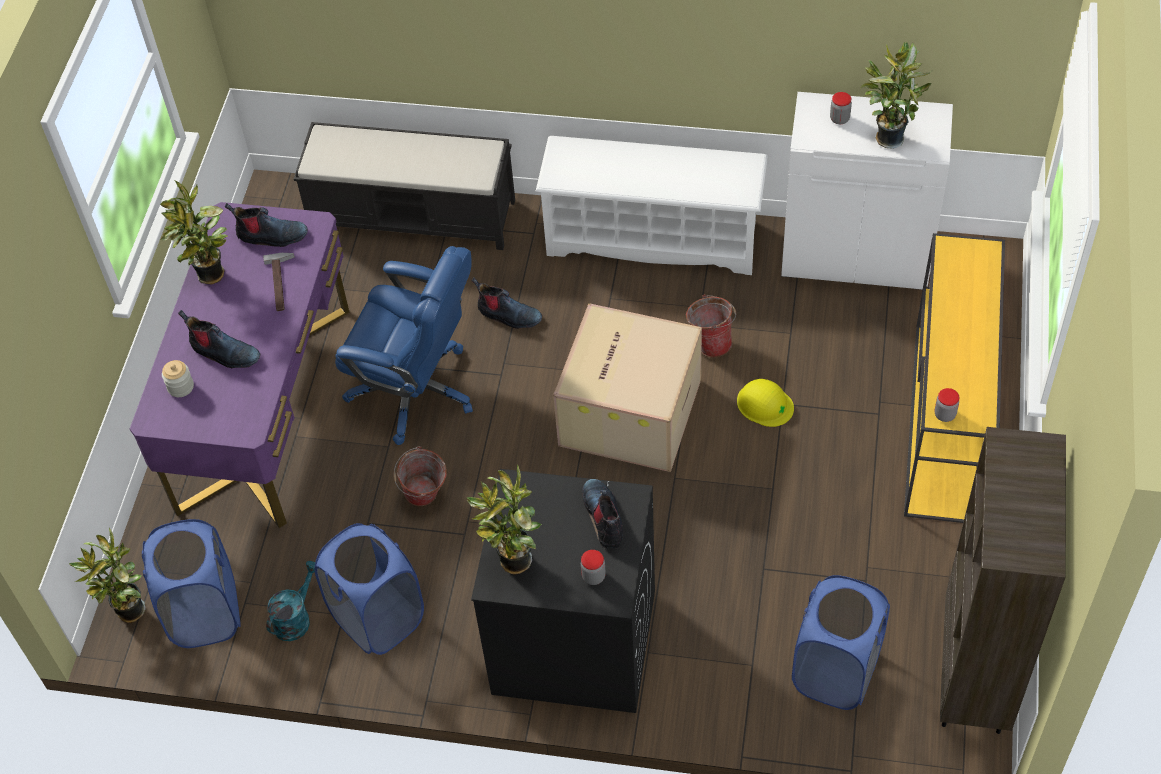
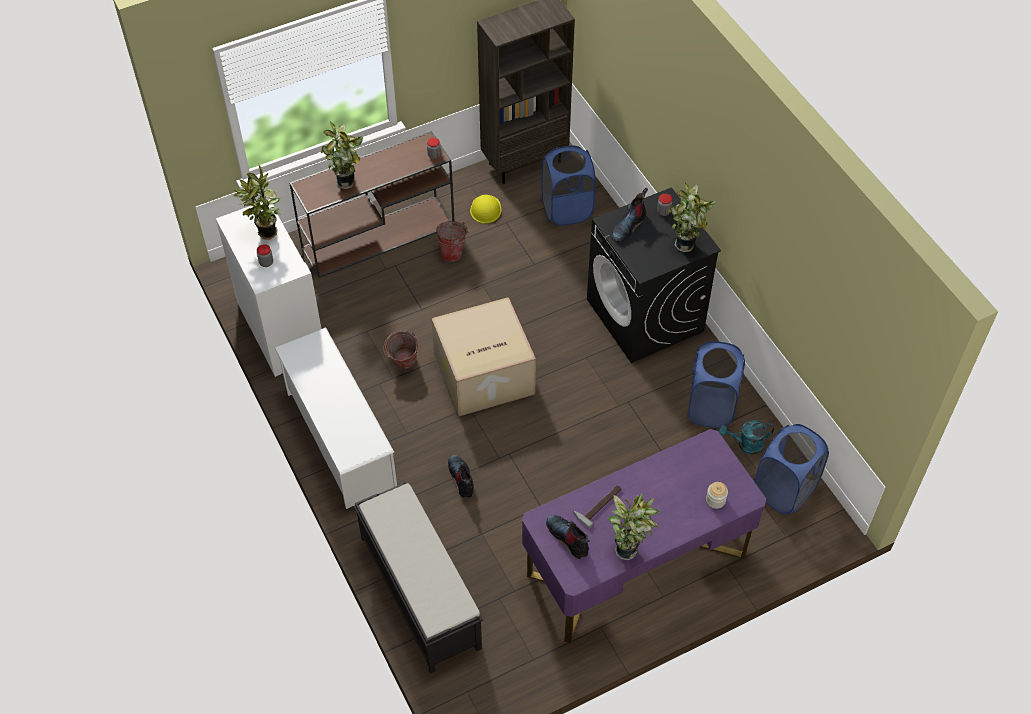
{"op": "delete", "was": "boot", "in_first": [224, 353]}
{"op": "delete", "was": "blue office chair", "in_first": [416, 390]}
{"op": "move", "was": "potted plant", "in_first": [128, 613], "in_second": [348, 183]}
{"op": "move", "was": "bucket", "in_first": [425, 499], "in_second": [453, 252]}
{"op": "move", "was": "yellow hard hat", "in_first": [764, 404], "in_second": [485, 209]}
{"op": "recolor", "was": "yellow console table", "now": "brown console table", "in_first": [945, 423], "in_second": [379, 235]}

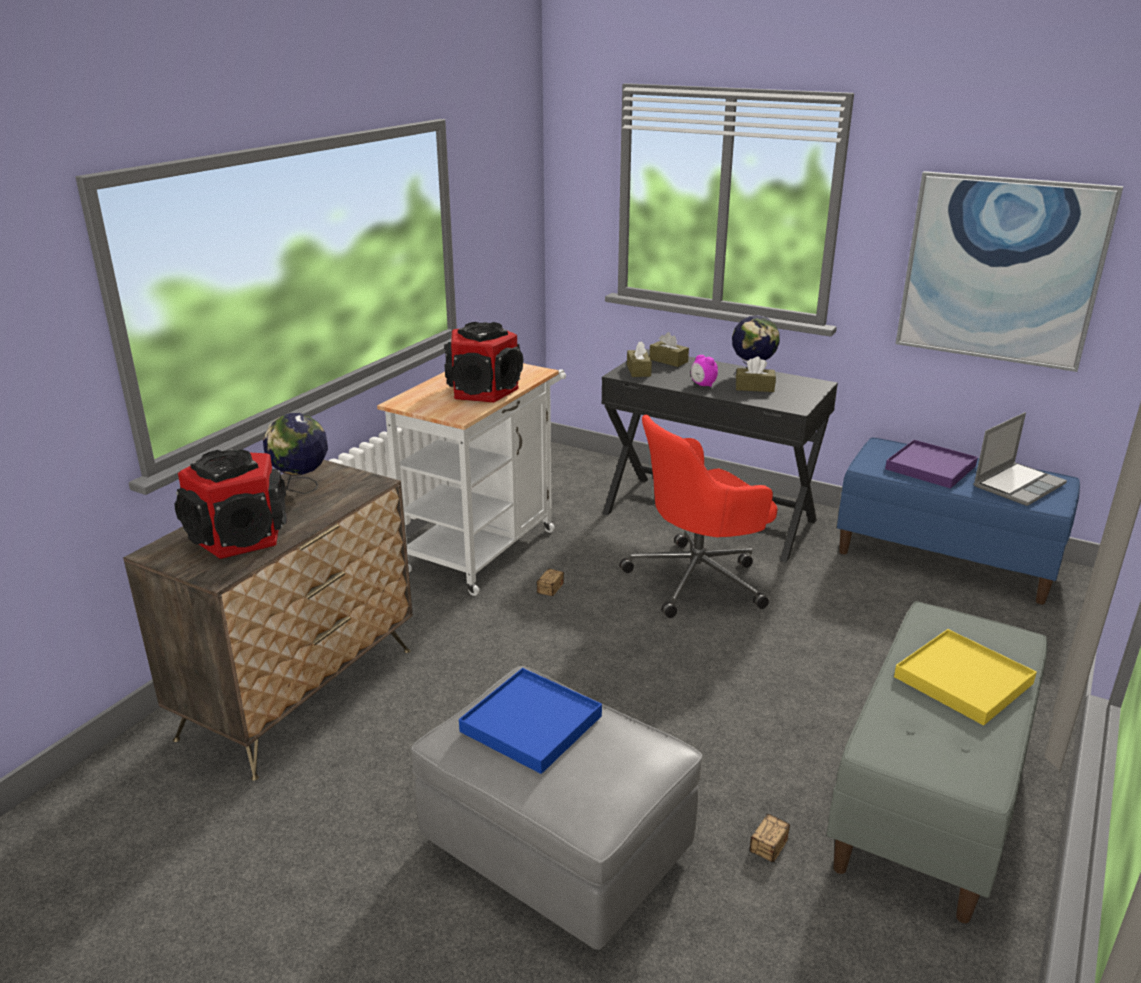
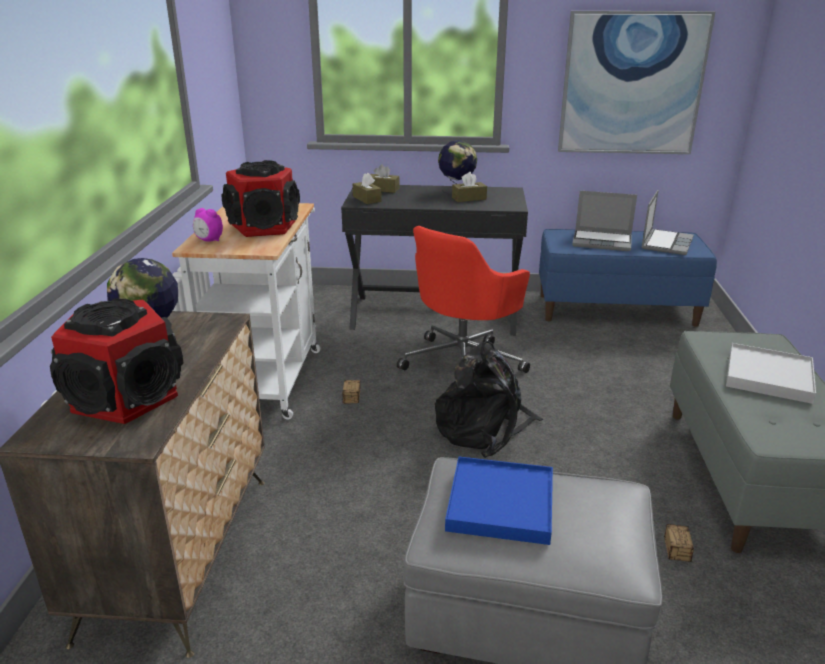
{"op": "insert", "now": "black backpack", "in_second": [484, 428]}
{"op": "move", "was": "alarm clock", "in_first": [703, 385], "in_second": [209, 240]}
{"op": "replace", "was": "purple tray", "now": "laptop", "in_first": [931, 467], "in_second": [602, 242]}
{"op": "recolor", "was": "yellow tray", "now": "white tray", "in_first": [963, 680], "in_second": [768, 376]}

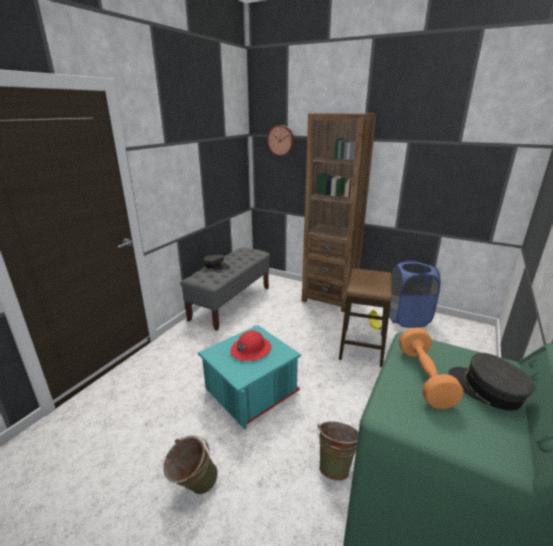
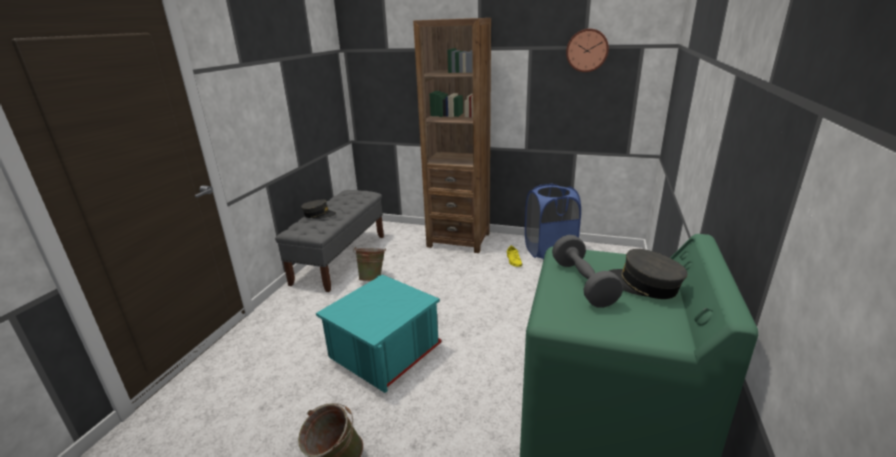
{"op": "delete", "was": "red hard hat", "in_first": [250, 349]}
{"op": "delete", "was": "stool", "in_first": [362, 346]}
{"op": "move", "was": "wall clock", "in_first": [281, 140], "in_second": [587, 50]}
{"op": "move", "was": "green bucket", "in_first": [336, 465], "in_second": [372, 278]}
{"op": "recolor", "was": "orange dumbbell", "now": "grey dumbbell", "in_first": [424, 377], "in_second": [583, 283]}

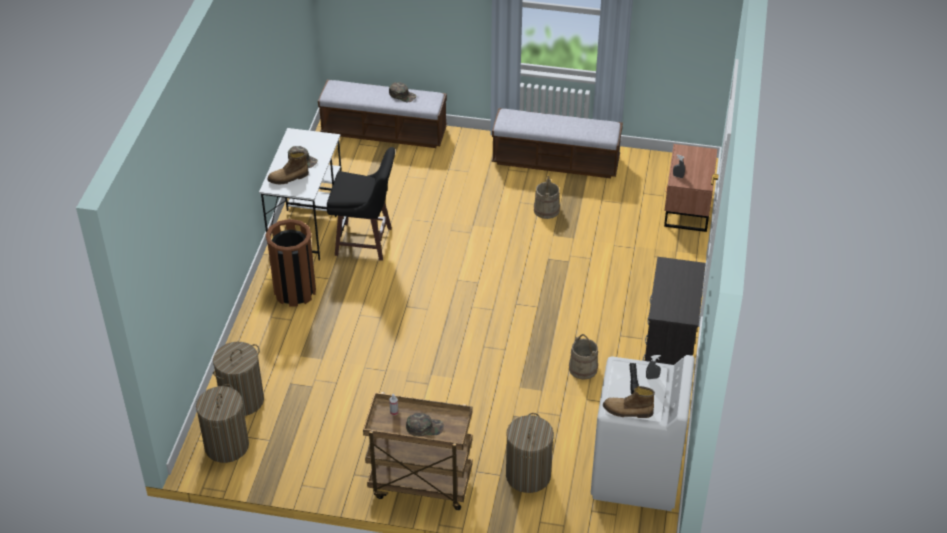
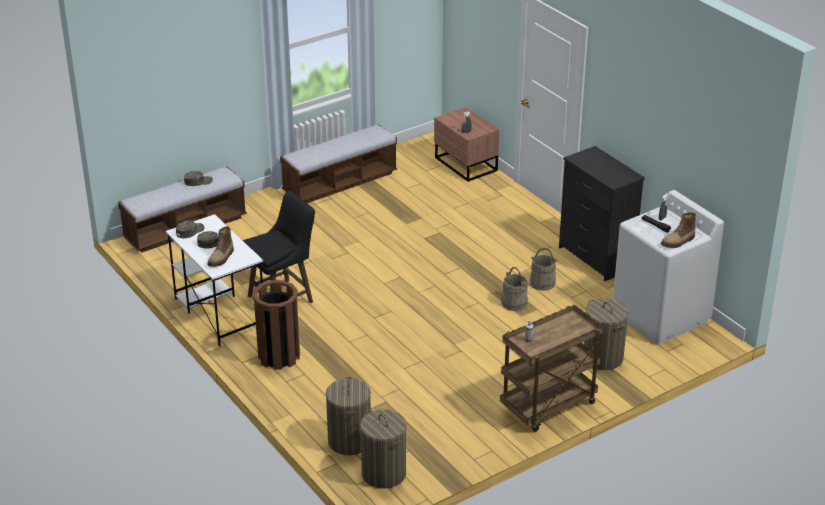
{"op": "move", "was": "green cap", "in_first": [424, 427], "in_second": [190, 231]}
{"op": "move", "was": "beige bucket", "in_first": [546, 210], "in_second": [514, 303]}

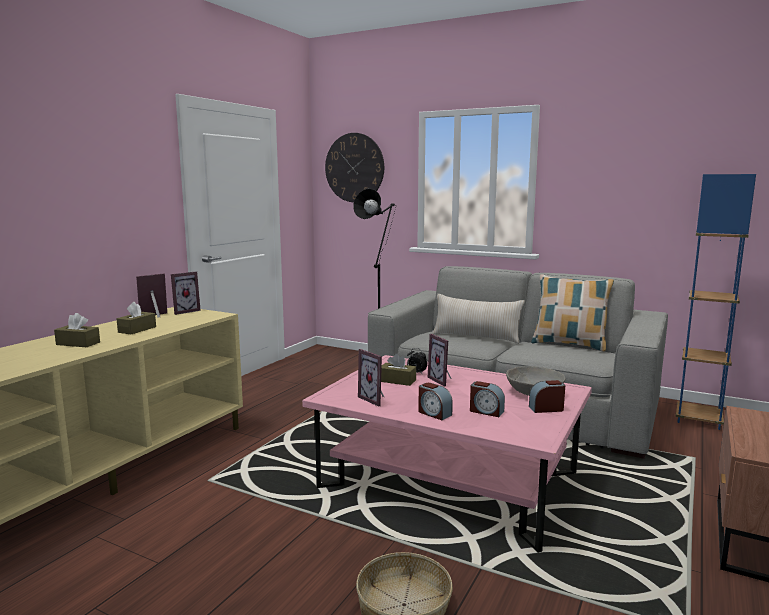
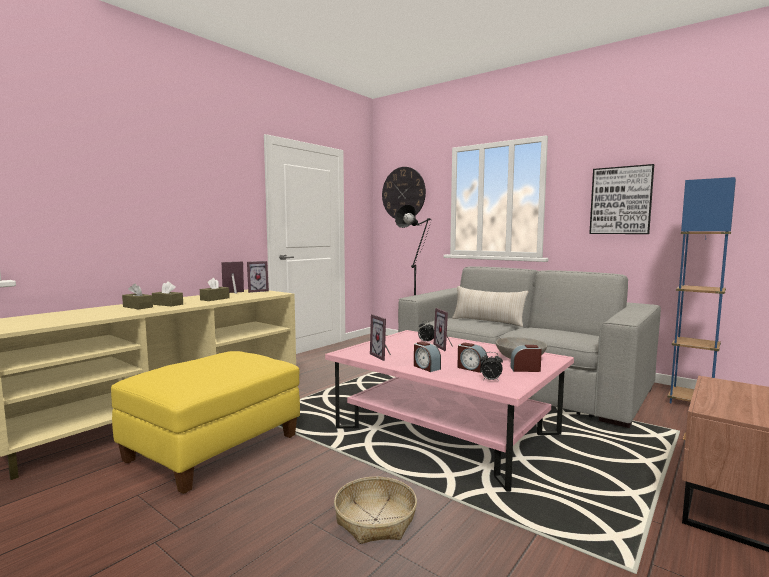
{"op": "delete", "was": "pillow", "in_first": [569, 344]}
{"op": "insert", "now": "yellow ottoman", "in_second": [213, 448]}
{"op": "insert", "now": "alarm clock", "in_second": [490, 380]}
{"op": "insert", "now": "picture", "in_second": [621, 200]}
{"op": "move", "was": "brown tissue box", "in_first": [397, 381], "in_second": [137, 307]}

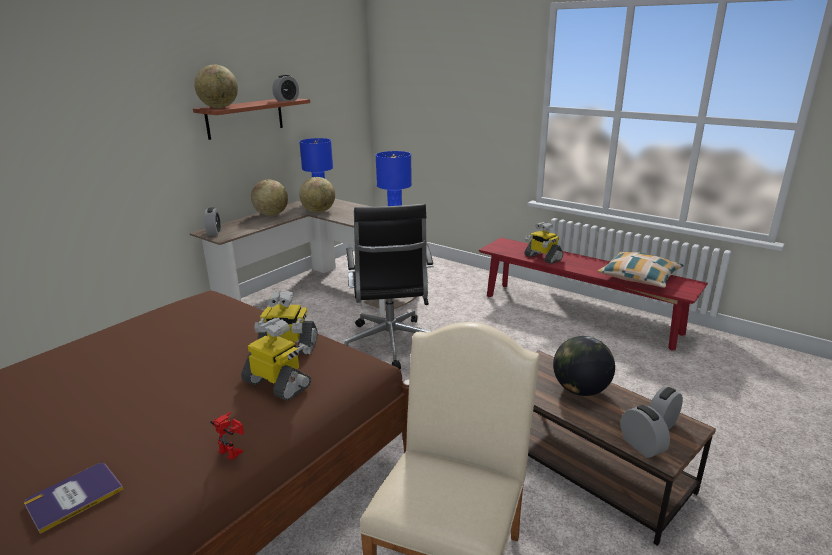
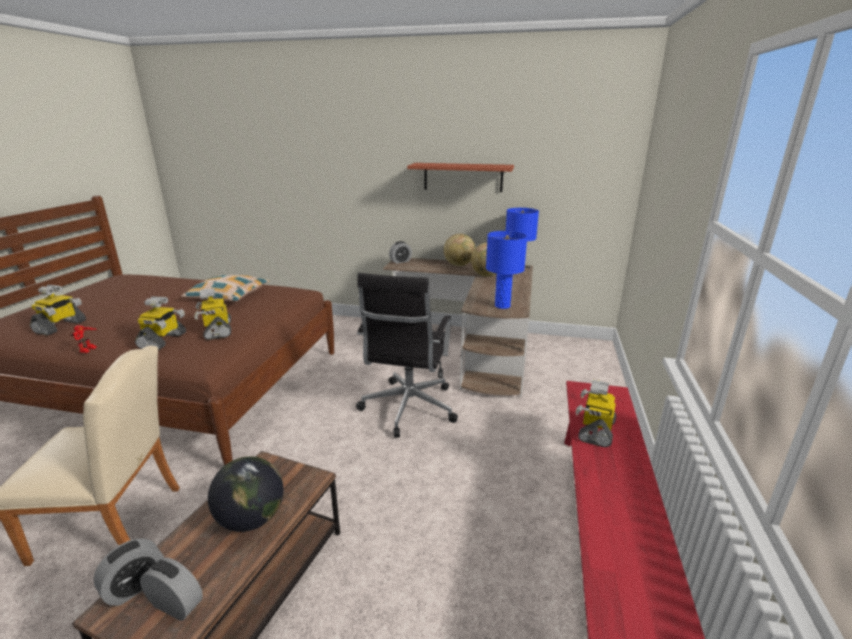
{"op": "delete", "was": "globe", "in_first": [219, 107]}
{"op": "delete", "was": "alarm clock", "in_first": [286, 100]}
{"op": "move", "was": "pillow", "in_first": [639, 277], "in_second": [228, 296]}
{"op": "replace", "was": "book", "now": "toy robot", "in_first": [74, 496], "in_second": [60, 327]}
{"op": "rotate", "was": "black office chair", "in_first": [391, 345], "in_second": [408, 409], "clockwise": -45}

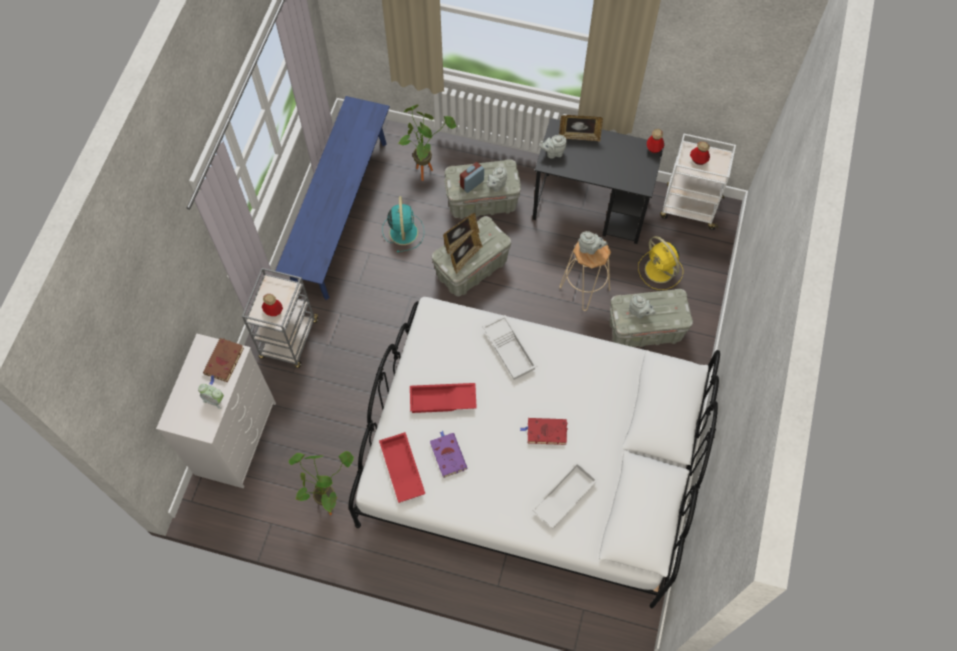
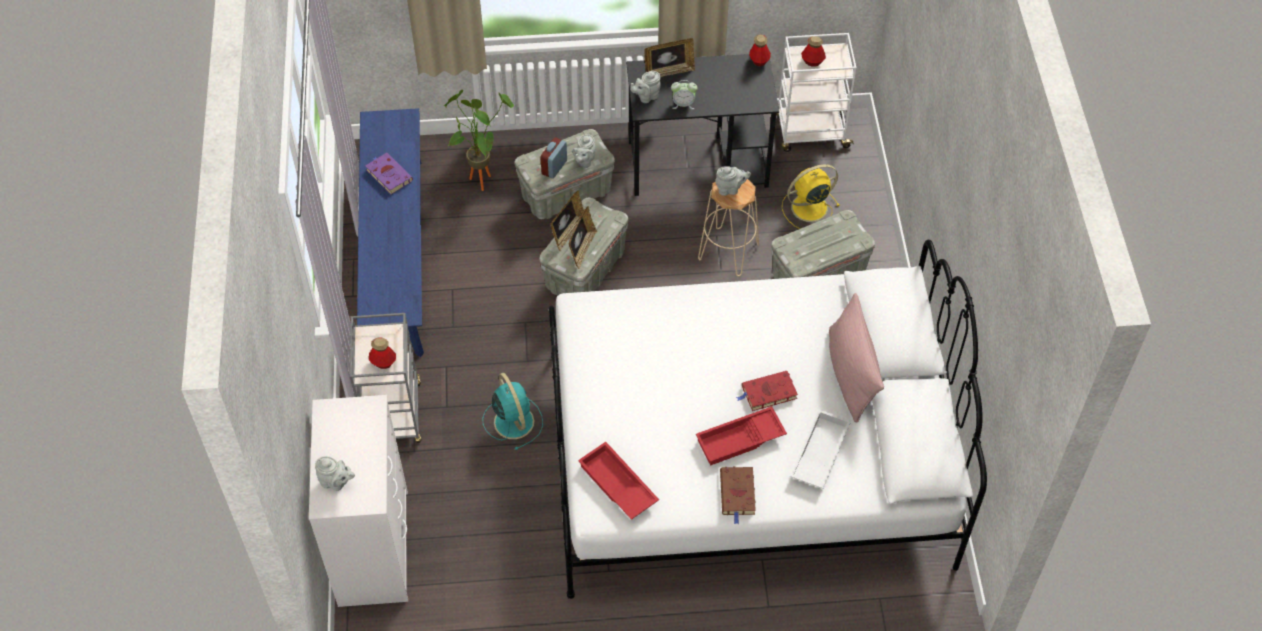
{"op": "delete", "was": "potted plant", "in_first": [328, 499]}
{"op": "delete", "was": "white tray", "in_first": [510, 349]}
{"op": "insert", "now": "pink pillow", "in_second": [850, 373]}
{"op": "move", "was": "alarm clock", "in_first": [214, 400], "in_second": [683, 104]}
{"op": "move", "was": "brown book", "in_first": [223, 362], "in_second": [738, 494]}
{"op": "move", "was": "turquoise fan", "in_first": [403, 231], "in_second": [513, 420]}
{"op": "move", "was": "red tray", "in_first": [442, 401], "in_second": [740, 441]}
{"op": "move", "was": "purple book", "in_first": [447, 455], "in_second": [388, 175]}
{"op": "move", "was": "grey teapot", "in_first": [639, 312], "in_second": [336, 482]}
{"op": "rotate", "was": "yellow fan", "in_first": [660, 271], "in_second": [808, 208], "clockwise": 120}

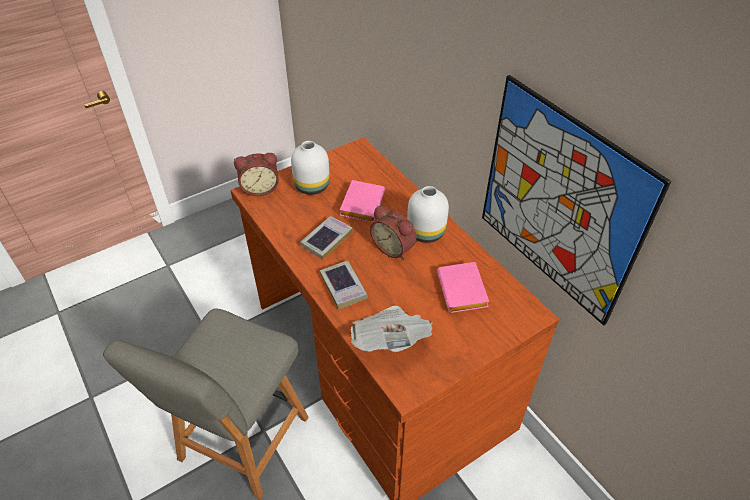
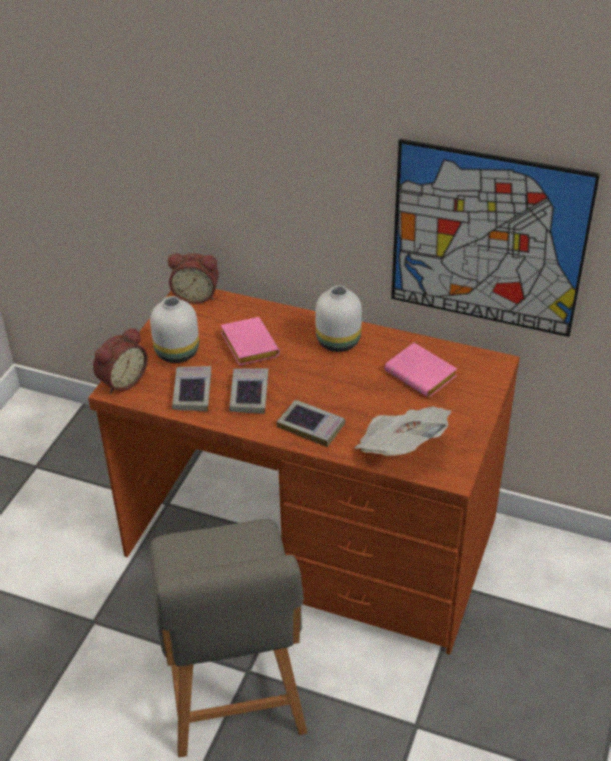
{"op": "insert", "now": "book", "in_second": [192, 392]}
{"op": "move", "was": "alarm clock", "in_first": [394, 247], "in_second": [196, 295]}

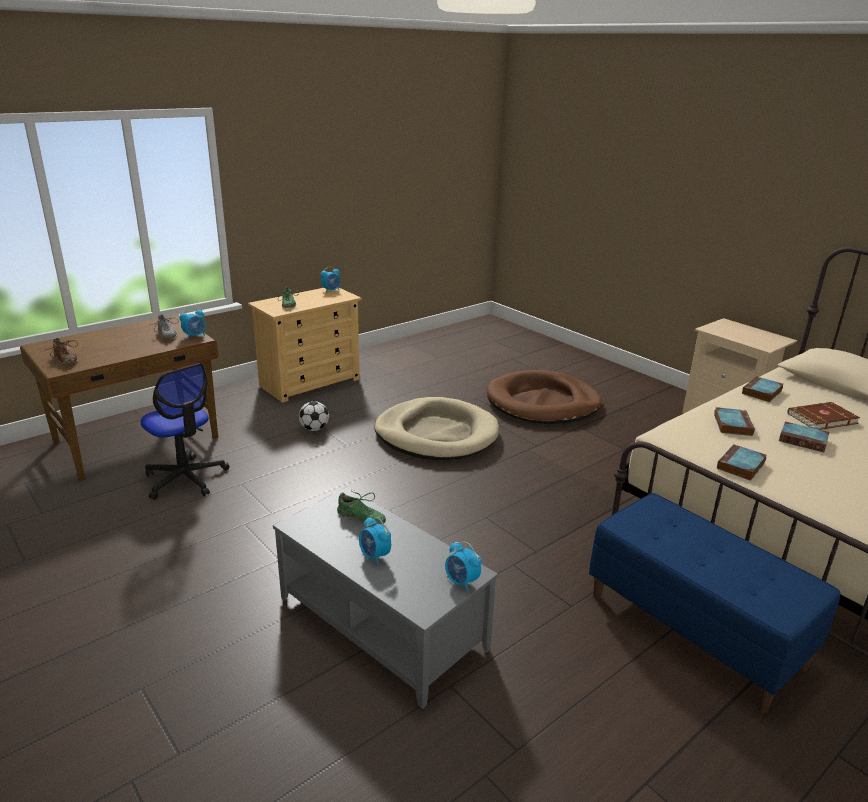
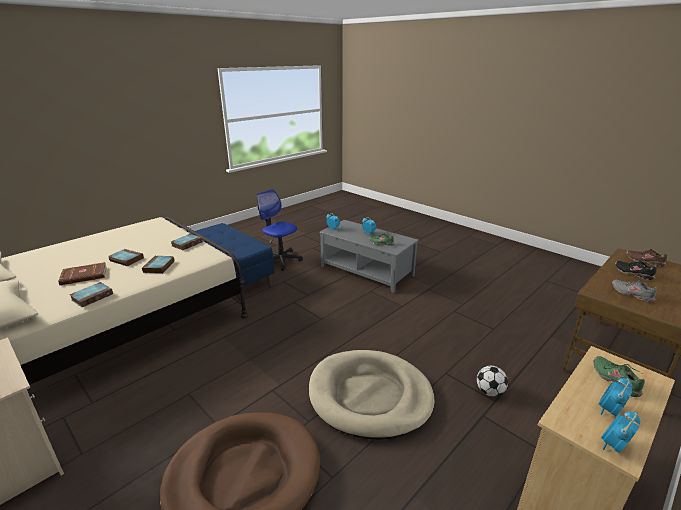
{"op": "insert", "now": "black shoe", "in_second": [633, 273]}
{"op": "move", "was": "office chair", "in_first": [186, 479], "in_second": [280, 260]}
{"op": "move", "was": "alarm clock", "in_first": [195, 336], "in_second": [609, 410]}

